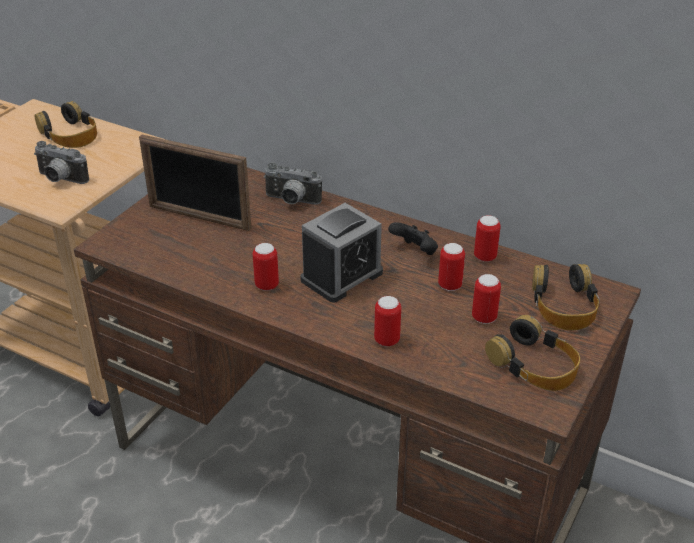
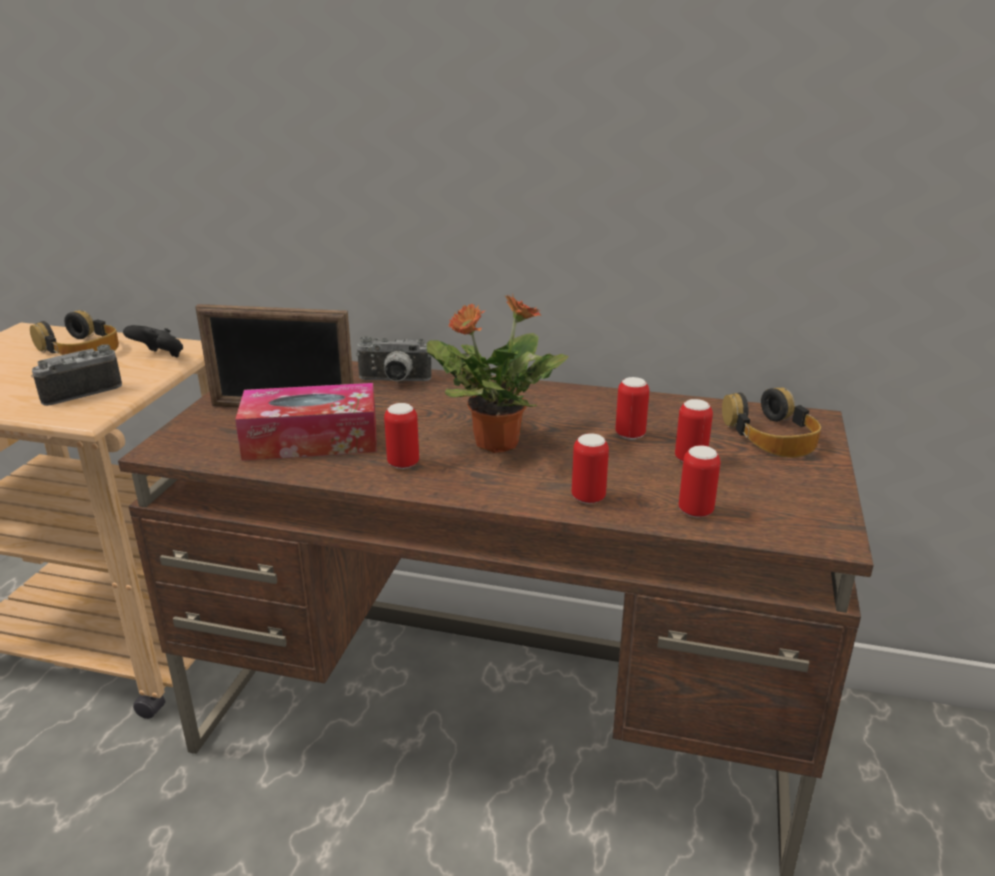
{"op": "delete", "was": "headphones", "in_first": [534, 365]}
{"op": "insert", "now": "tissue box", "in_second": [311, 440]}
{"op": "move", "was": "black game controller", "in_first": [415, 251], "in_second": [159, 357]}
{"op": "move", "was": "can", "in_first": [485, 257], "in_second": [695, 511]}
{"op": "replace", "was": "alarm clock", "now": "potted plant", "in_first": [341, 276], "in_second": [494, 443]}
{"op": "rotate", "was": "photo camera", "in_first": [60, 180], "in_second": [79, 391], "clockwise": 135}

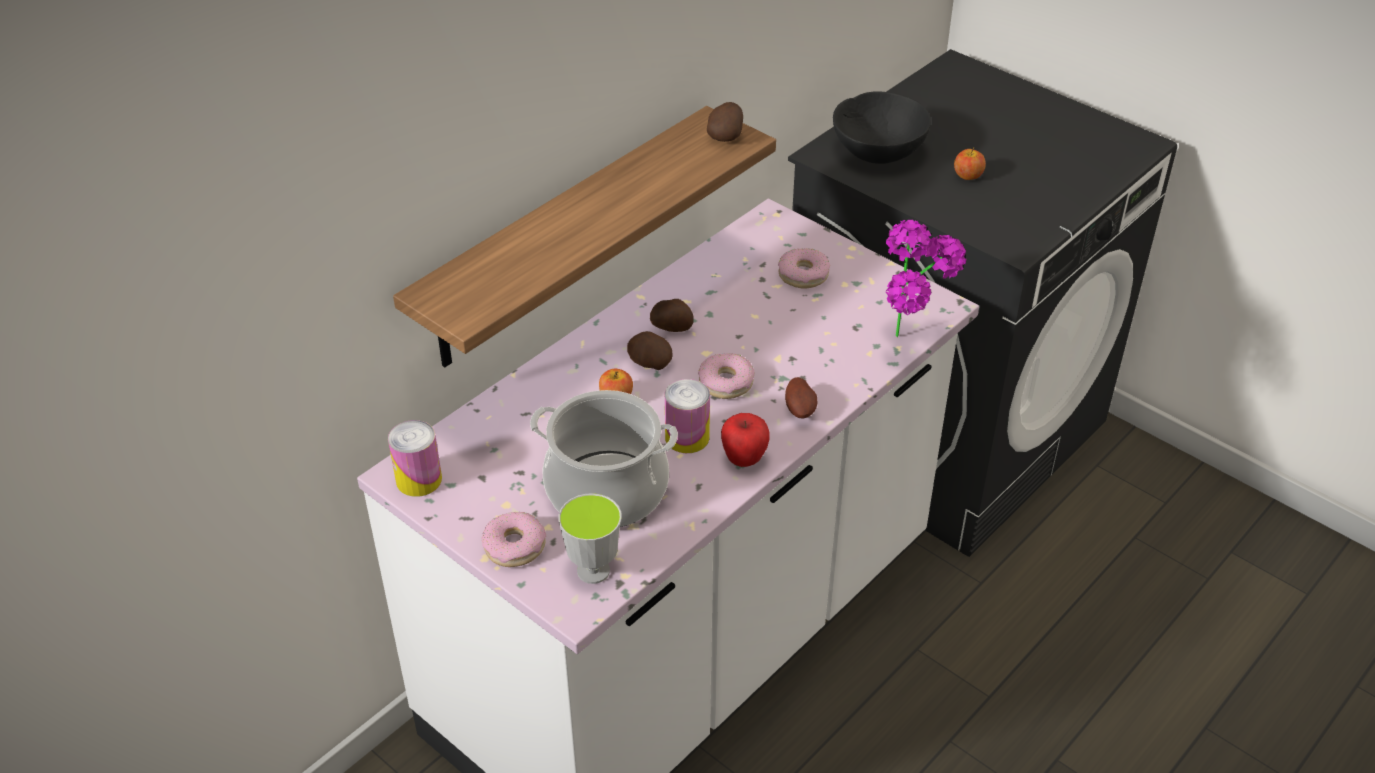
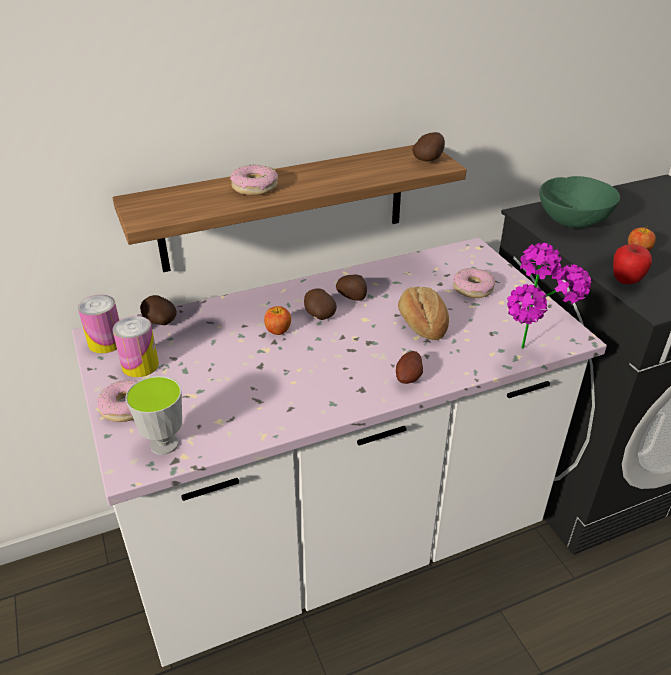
{"op": "delete", "was": "cooking pot", "in_first": [606, 491]}
{"op": "insert", "now": "potato", "in_second": [159, 321]}
{"op": "insert", "now": "bread", "in_second": [421, 324]}
{"op": "move", "was": "can", "in_first": [687, 437], "in_second": [140, 365]}
{"op": "move", "was": "donut", "in_first": [725, 382], "in_second": [255, 187]}
{"op": "move", "was": "apple", "in_first": [744, 459], "in_second": [626, 281]}
{"op": "recolor", "was": "black bowl", "now": "green bowl", "in_first": [878, 152], "in_second": [572, 221]}

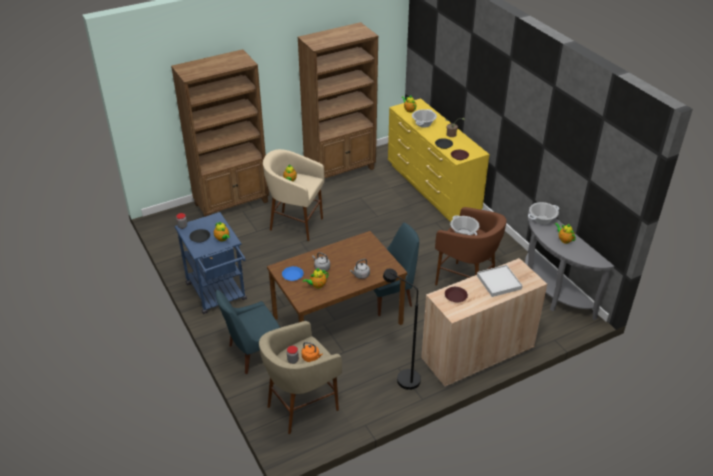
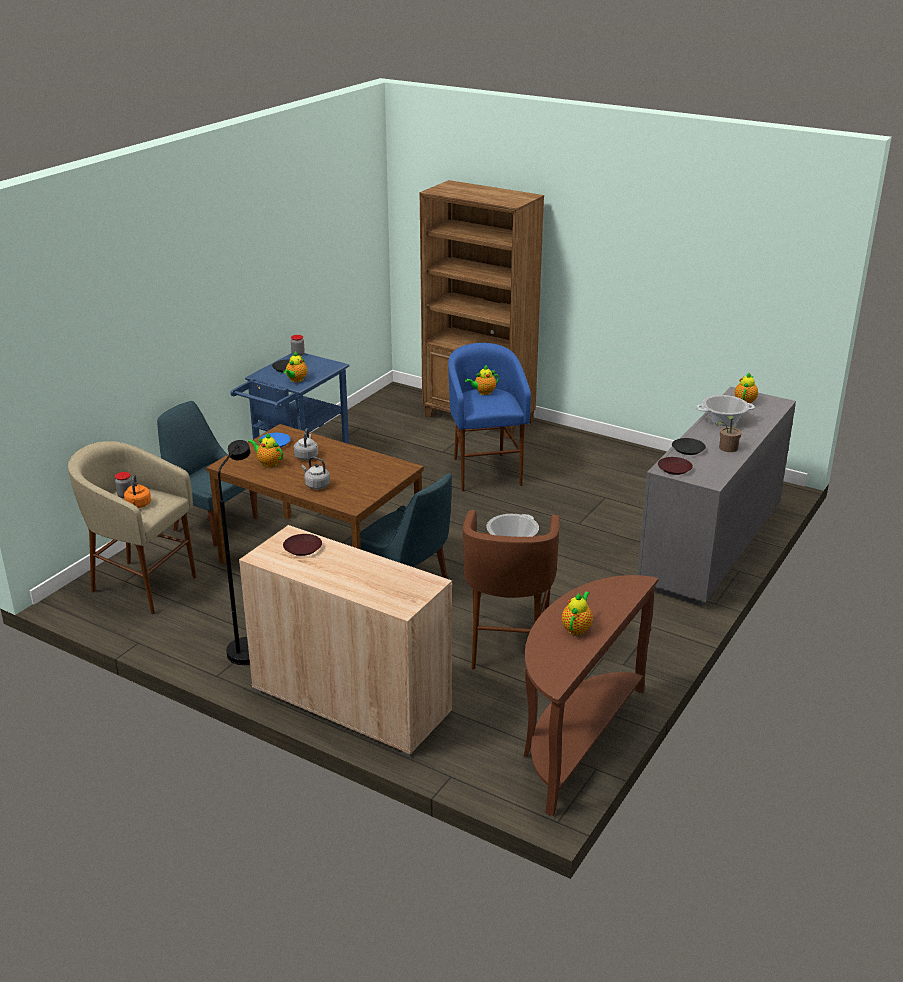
{"op": "delete", "was": "brown bookcase", "in_first": [340, 170]}
{"op": "delete", "was": "white tray", "in_first": [499, 282]}
{"op": "delete", "was": "cooking pot", "in_first": [542, 219]}
{"op": "recolor", "was": "beige stool", "now": "blue stool", "in_first": [295, 225], "in_second": [485, 472]}
{"op": "recolor", "was": "yellow dresser", "now": "grey dresser", "in_first": [432, 188], "in_second": [709, 548]}
{"op": "recolor", "was": "grey console table", "now": "brown console table", "in_first": [550, 291], "in_second": [574, 740]}

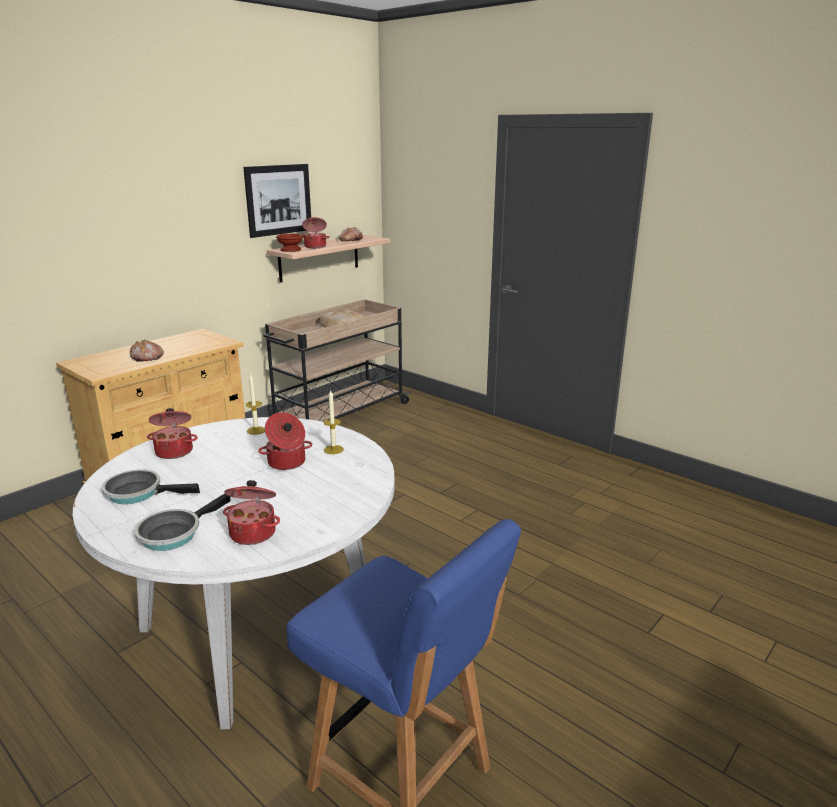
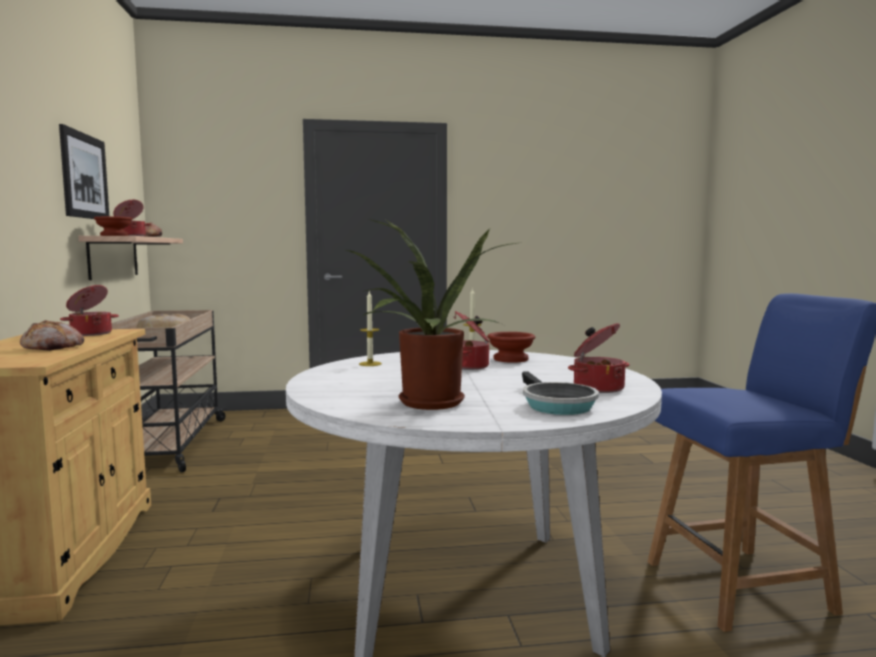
{"op": "insert", "now": "brown bowl", "in_second": [509, 359]}
{"op": "move", "was": "cooking pot", "in_first": [175, 451], "in_second": [91, 333]}
{"op": "replace", "was": "frying pan", "now": "potted plant", "in_first": [139, 493], "in_second": [427, 404]}

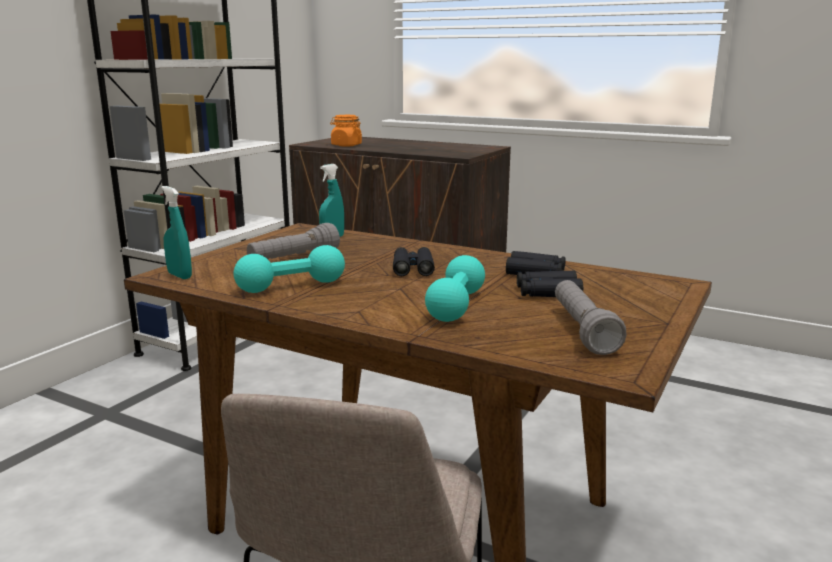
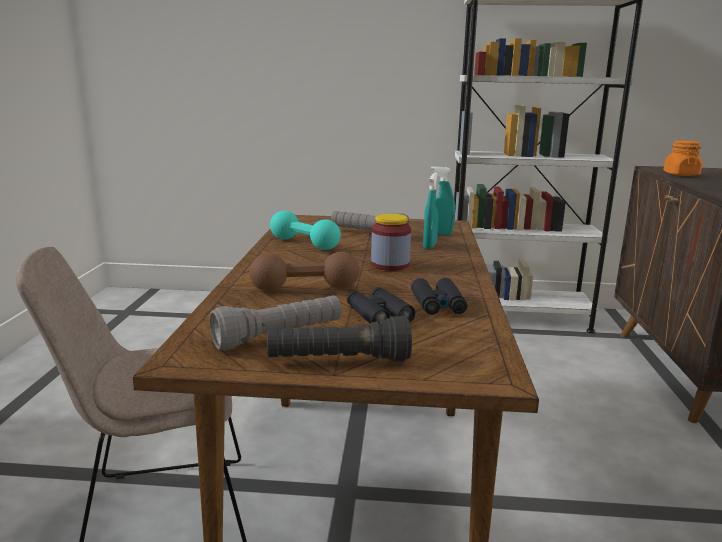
{"op": "insert", "now": "black flashlight", "in_second": [338, 361]}
{"op": "move", "was": "turquoise spray bottle", "in_first": [179, 275], "in_second": [430, 246]}
{"op": "replace", "was": "black binoculars", "now": "jar", "in_first": [413, 268], "in_second": [390, 265]}
{"op": "recolor", "was": "turquoise dumbbell", "now": "brown dumbbell", "in_first": [456, 306], "in_second": [305, 289]}

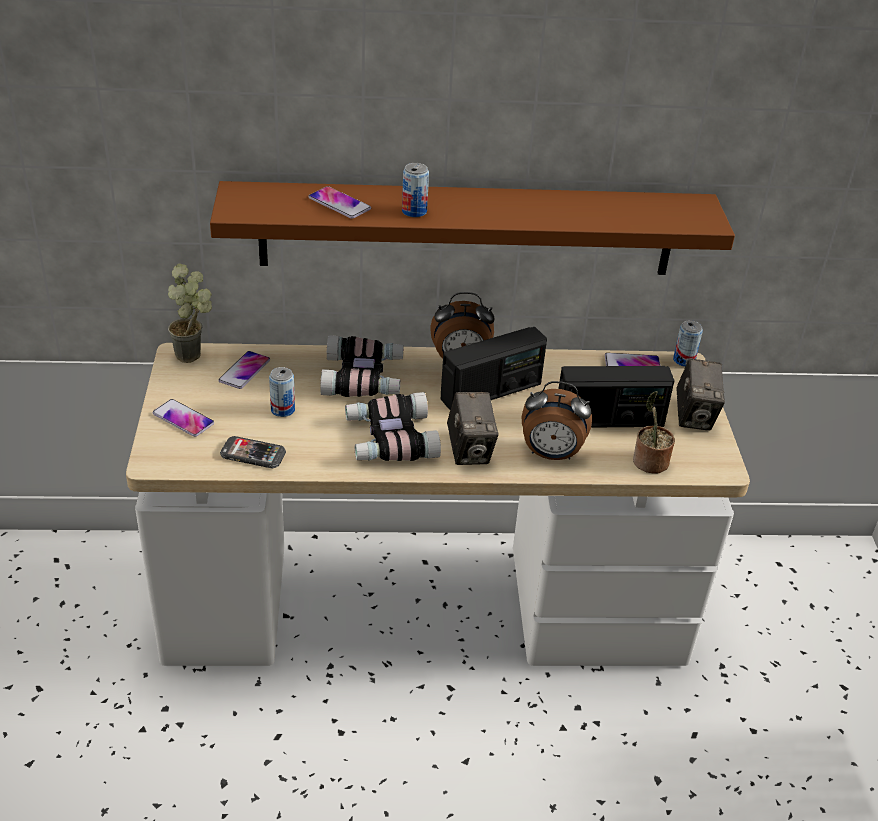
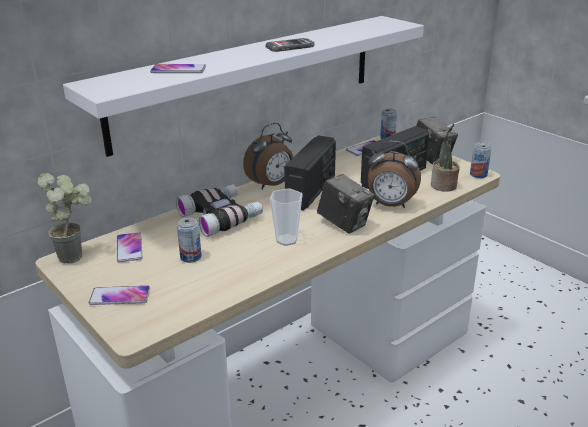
{"op": "move", "was": "phone", "in_first": [253, 454], "in_second": [290, 47]}
{"op": "move", "was": "can", "in_first": [414, 211], "in_second": [478, 175]}
{"op": "replace", "was": "binoculars", "now": "cup", "in_first": [389, 438], "in_second": [286, 240]}
{"op": "recolor", "was": "brown shelf", "now": "white shelf", "in_first": [467, 229], "in_second": [249, 80]}
{"op": "rotate", "was": "alarm clock", "in_first": [551, 454], "in_second": [390, 205], "clockwise": 45}

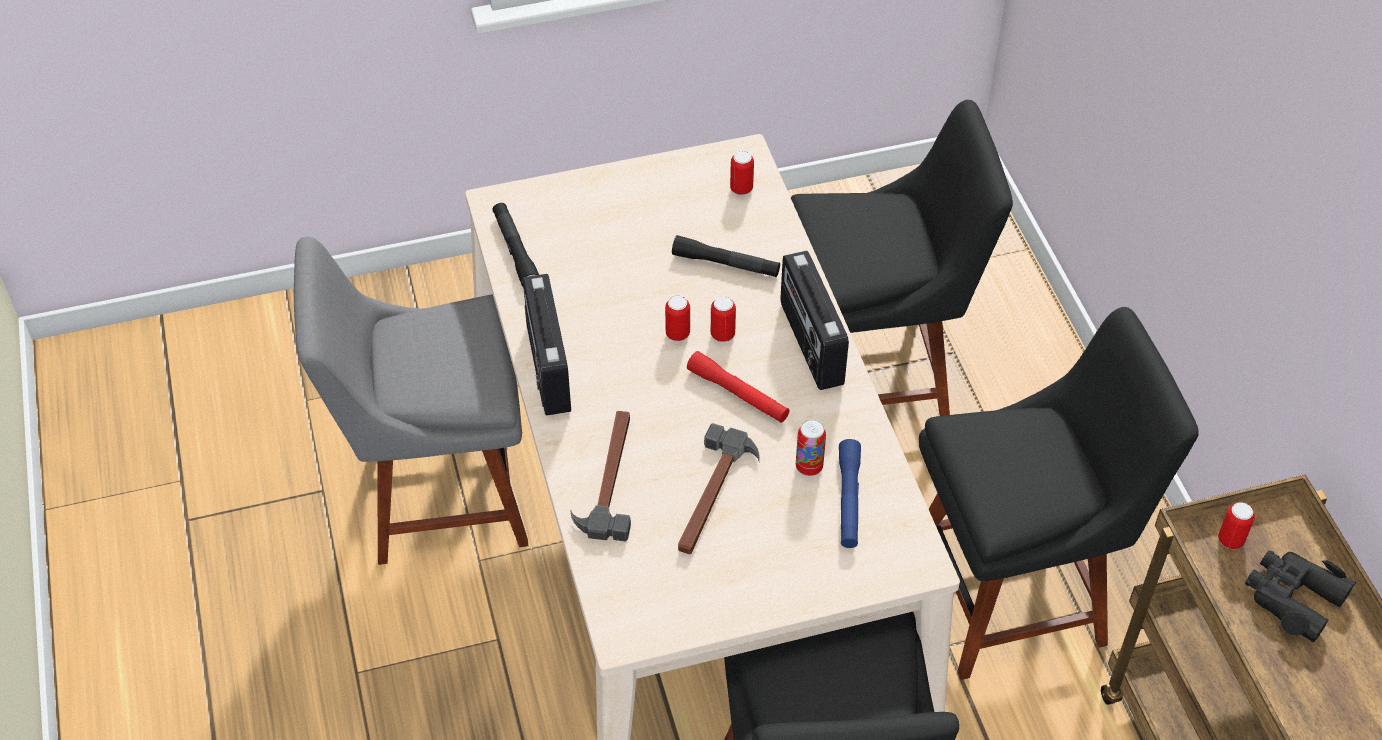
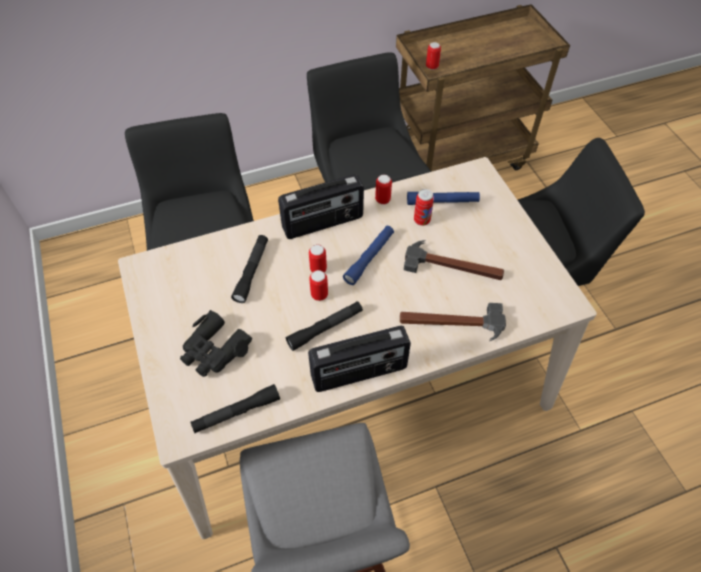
{"op": "insert", "now": "black flashlight", "in_second": [325, 328]}
{"op": "move", "was": "can", "in_first": [741, 189], "in_second": [382, 200]}
{"op": "move", "was": "black binoculars", "in_first": [1292, 598], "in_second": [214, 350]}
{"op": "recolor", "was": "red flashlight", "now": "blue flashlight", "in_first": [738, 394], "in_second": [369, 258]}

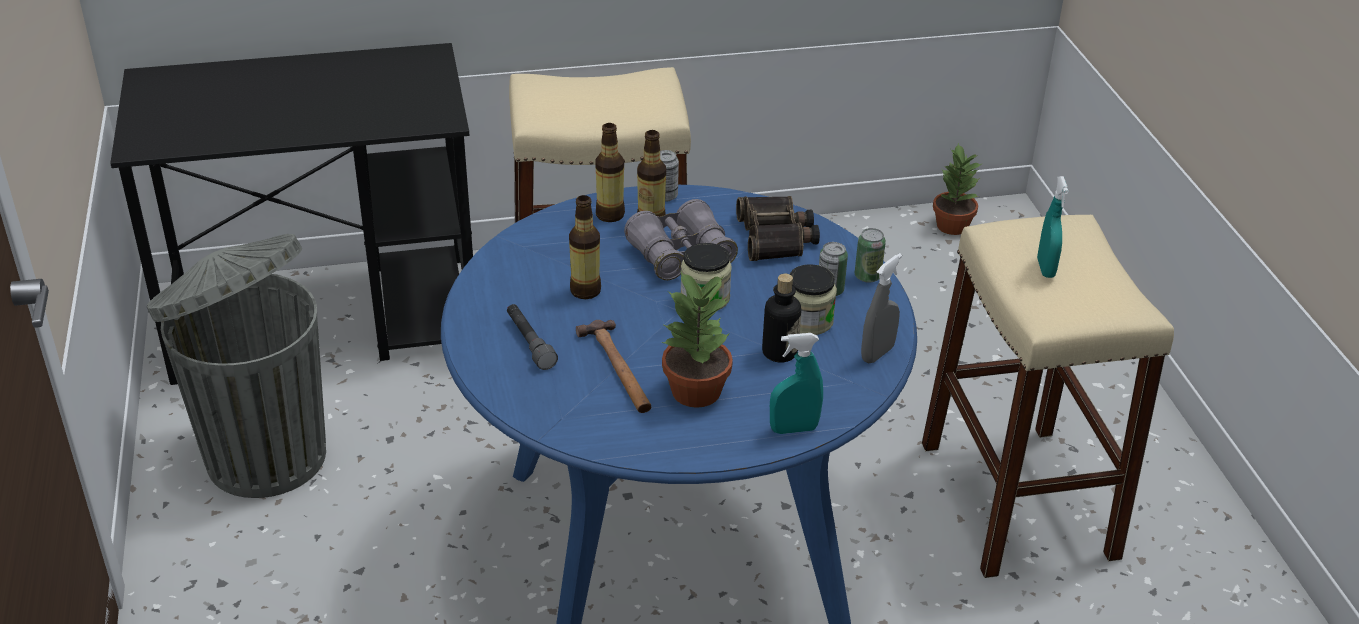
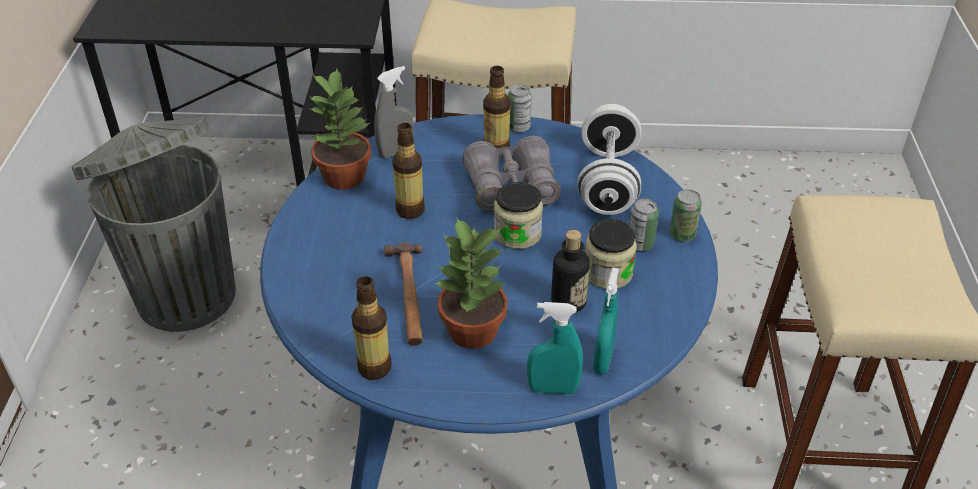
{"op": "delete", "was": "grey flashlight", "in_first": [529, 343]}
{"op": "move", "was": "bottle", "in_first": [610, 215], "in_second": [374, 367]}
{"op": "move", "was": "grey spray bottle", "in_first": [877, 353], "in_second": [396, 151]}
{"op": "move", "was": "potted plant", "in_first": [951, 225], "in_second": [344, 176]}
{"op": "move", "was": "turquoise spray bottle", "in_first": [1045, 268], "in_second": [603, 360]}
{"op": "replace", "was": "binoculars", "now": "white dumbbell", "in_first": [776, 237], "in_second": [607, 181]}

